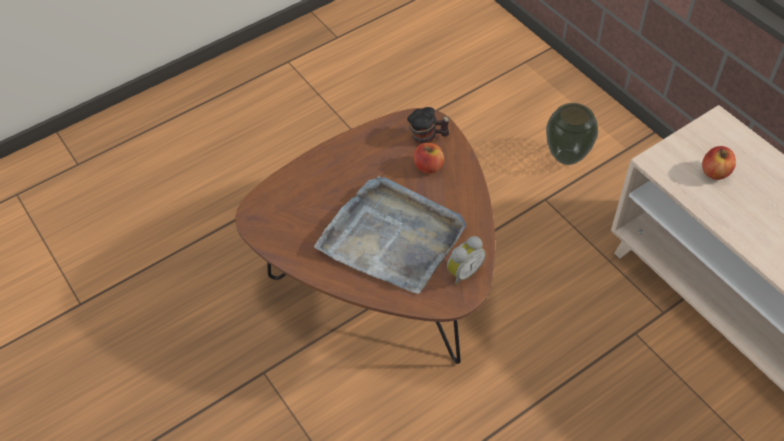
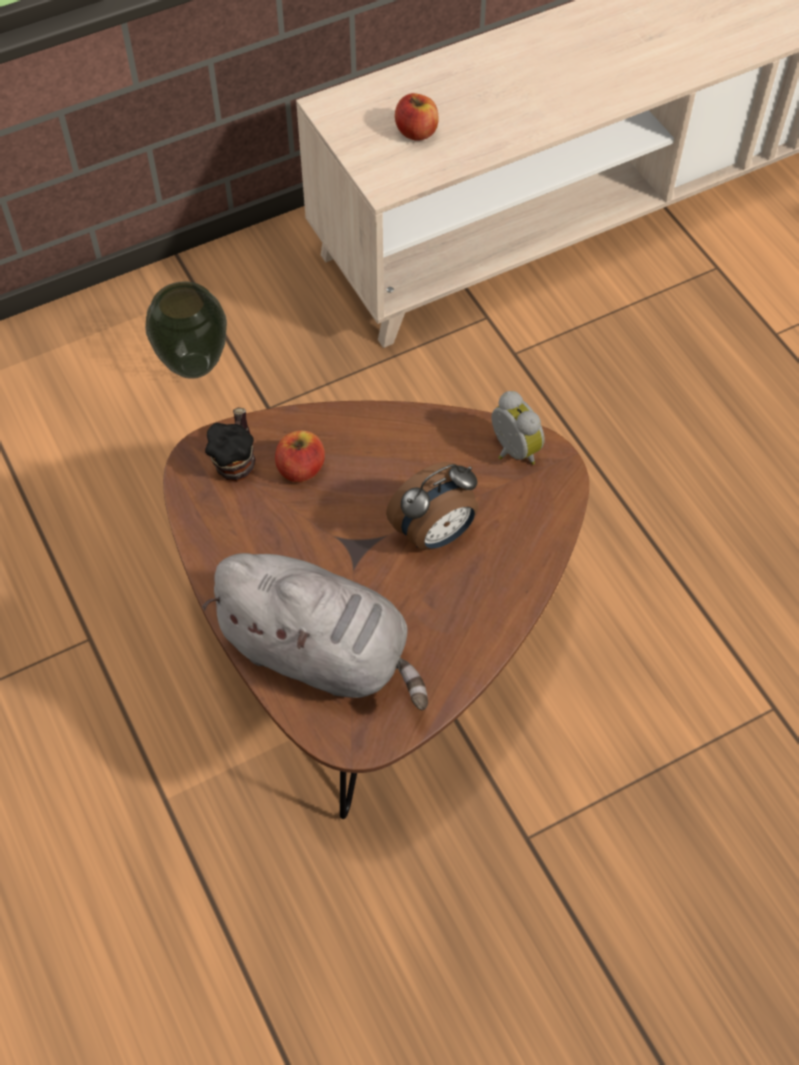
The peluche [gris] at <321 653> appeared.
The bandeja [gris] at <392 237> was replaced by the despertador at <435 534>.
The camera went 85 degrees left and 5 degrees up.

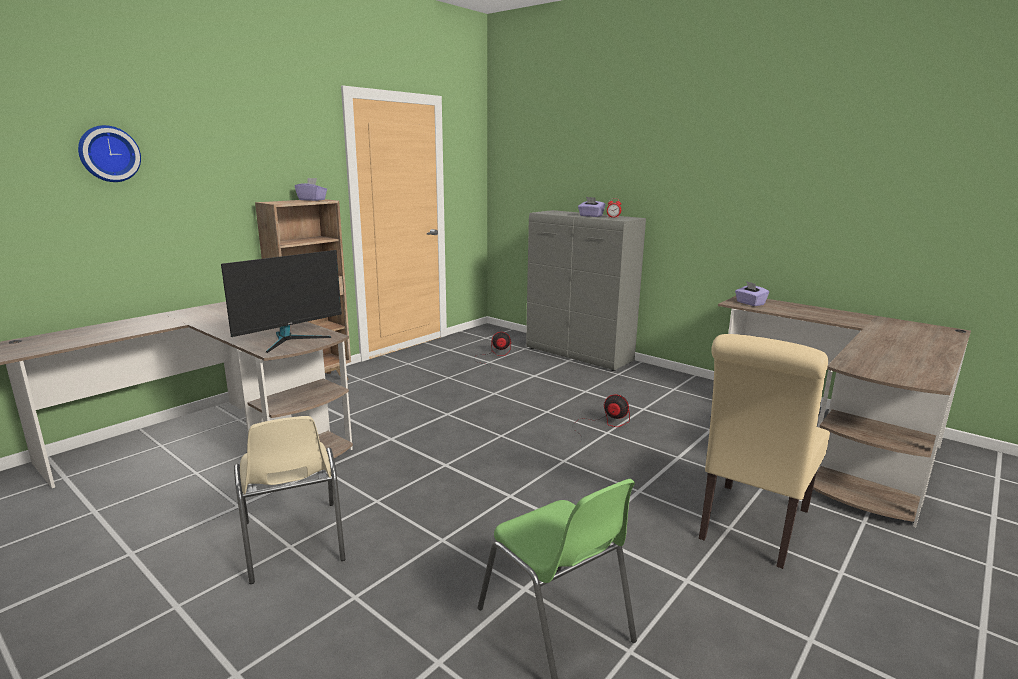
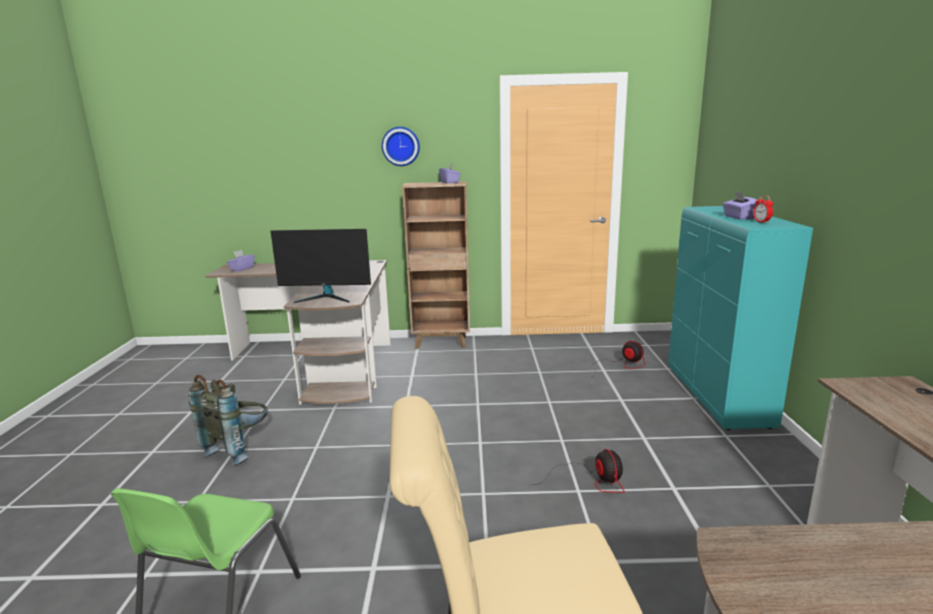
The silla [beis] at <293 542> was replaced by the mochila [gris] at <239 447>.
The caja de pañuelos [morado] moved from <750 303> to <242 269>.
The reloj de pared moved from <108 154> to <401 146>.
The armario [gris] at <579 355> became the armario [turquesa] at <718 397>.
The camera went 50 degrees right and 0 degrees up.

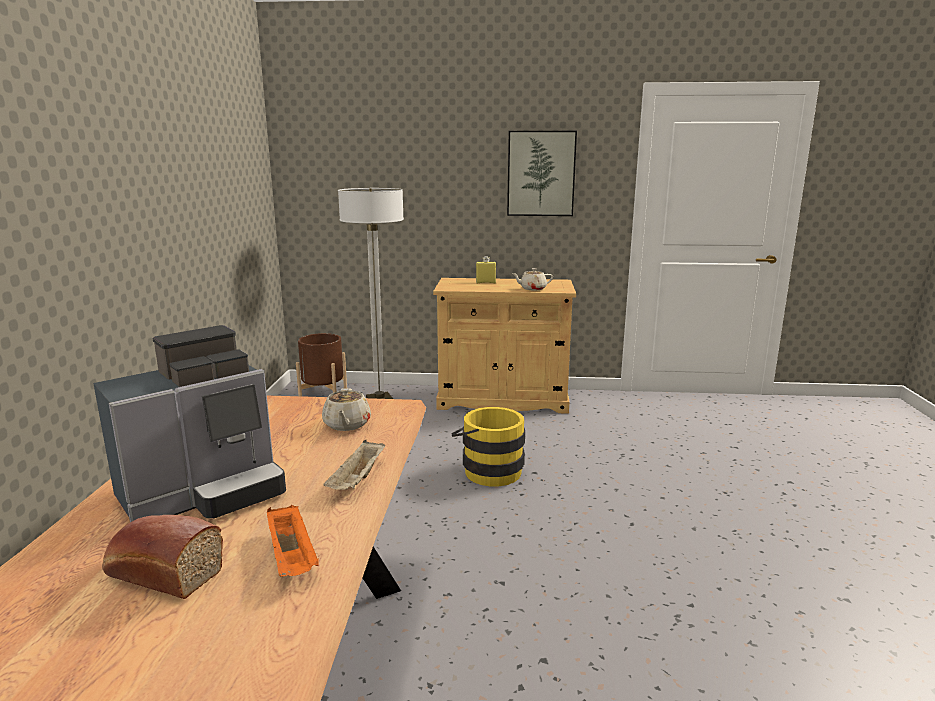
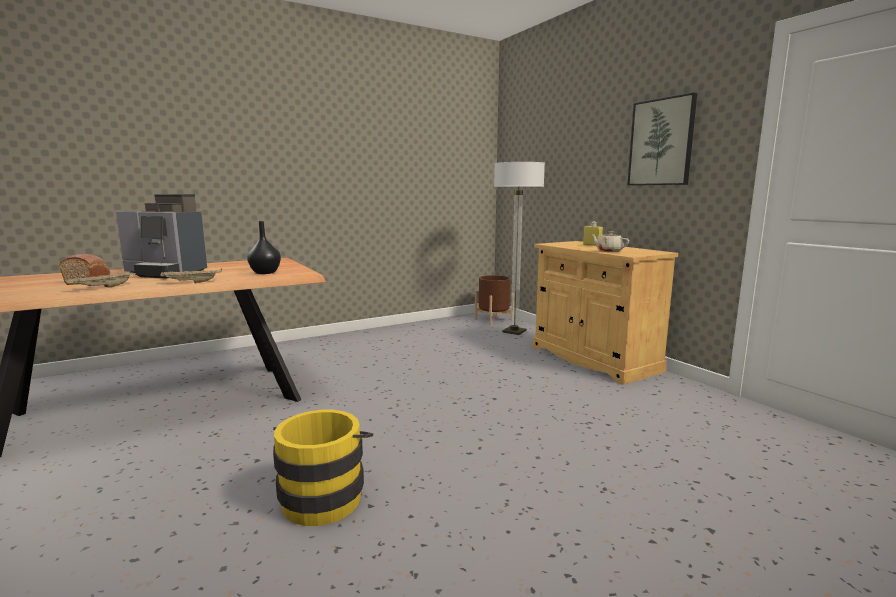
The bandeja [naranja] at <292 557> became the bandeja [beis] at <103 287>.
The tetera [beis] at <346 425> was replaced by the florero [negro] at <265 272>.
The cubo [amarillo] moved from <488 470> to <325 495>.
The camera went 55 degrees right and 5 degrees down.

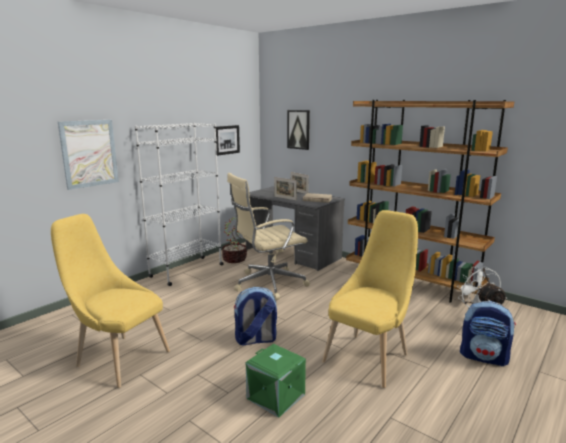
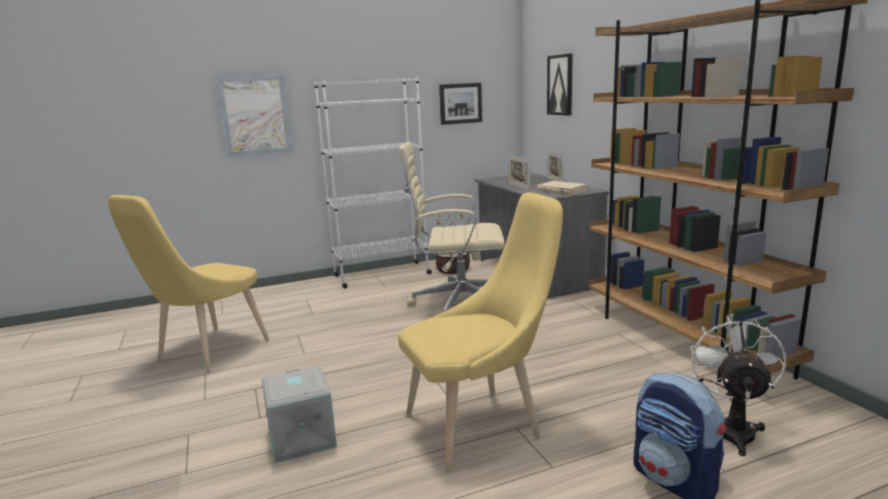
The silla [amarillo] at <118 358> turned 120 degrees counterclockwise.
The caja de almacenaje [verde] at <275 397> became the caja de almacenaje [gris] at <300 438>.
The mochila at <255 340> disappeared.
The camera went 30 degrees right and 0 degrees up.

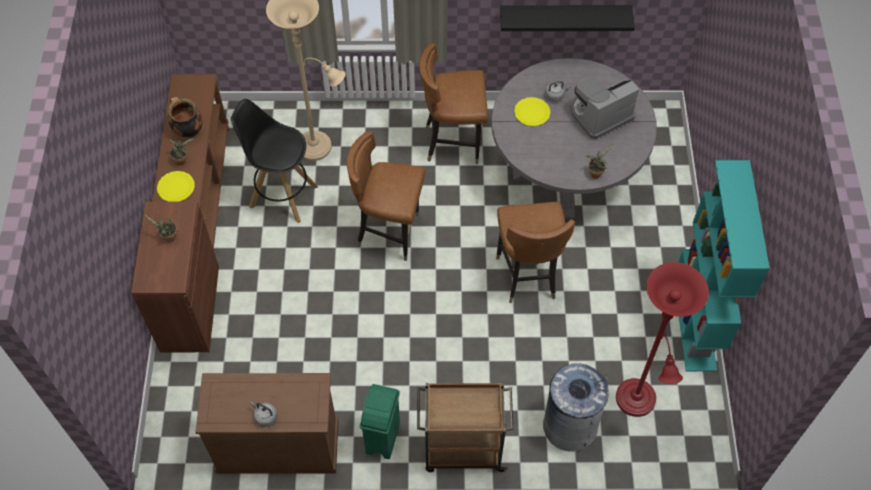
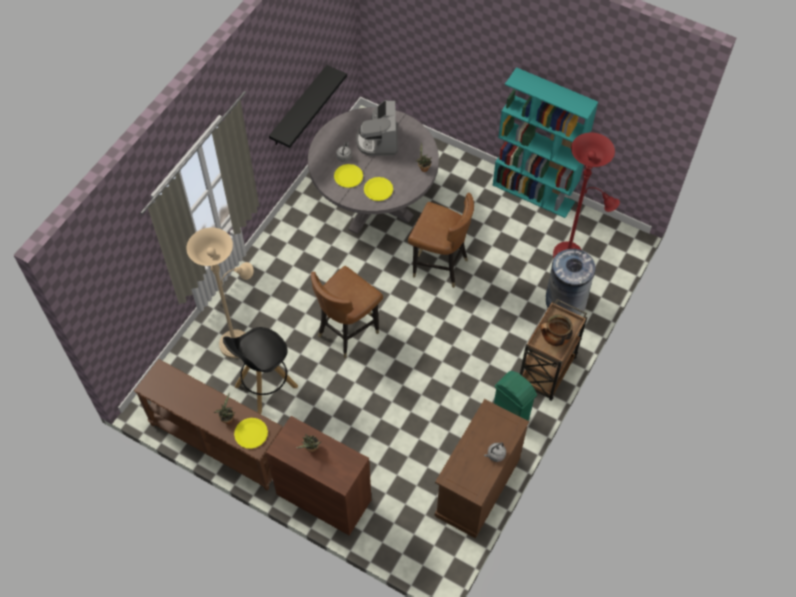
The plato [amarillo] at <378 189> appeared.
The olla moved from <188 130> to <554 340>.
The silla [marrón] at <453 142> disappeared.
The camera went 60 degrees left and 0 degrees up.

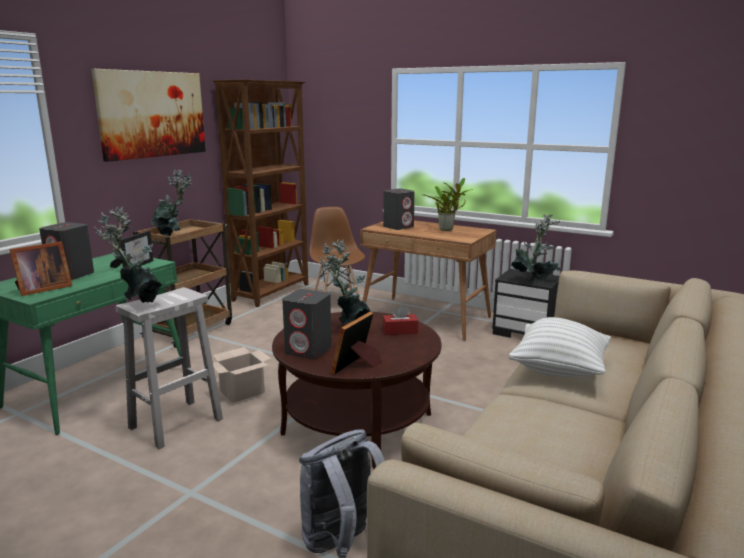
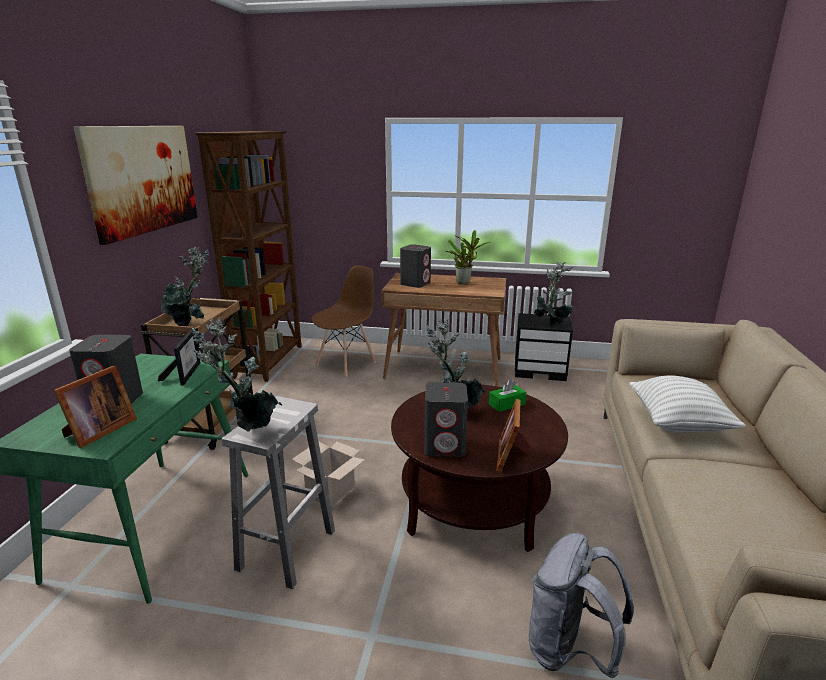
The silla [marrón] at <337 302> turned 75 degrees clockwise.
The caja de pañuelos [rojo] at <400 331> became the caja de pañuelos [verde] at <507 404>.
The camera went 20 degrees left and 5 degrees up.

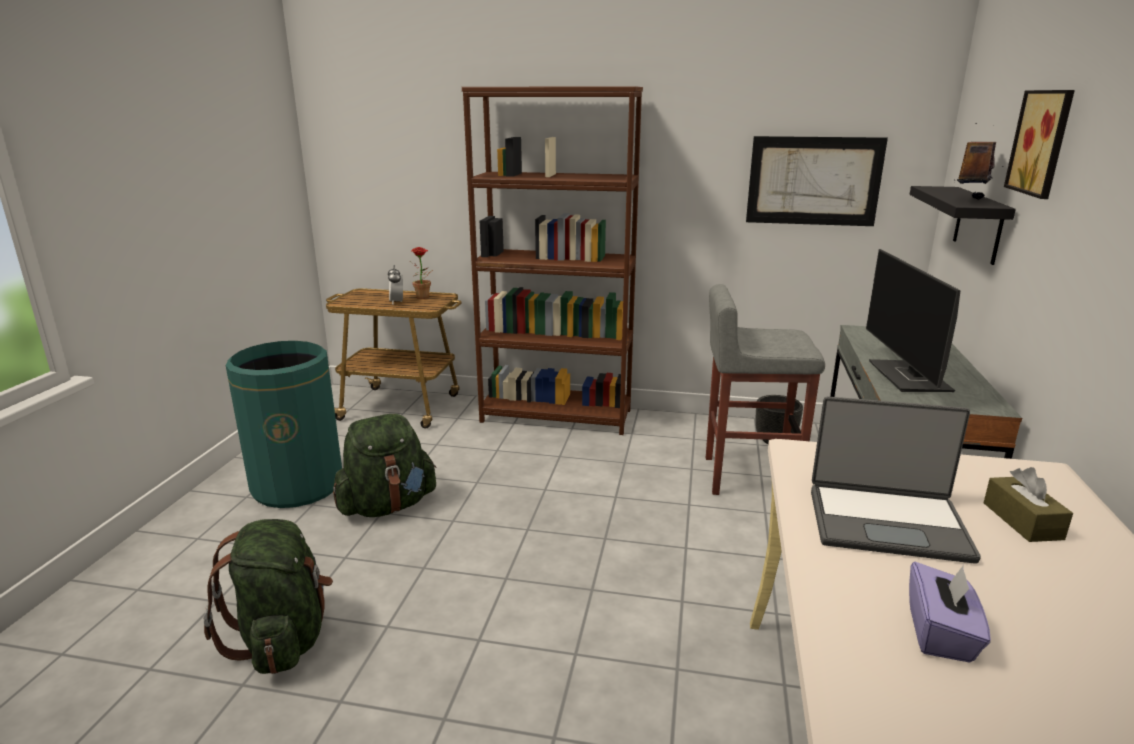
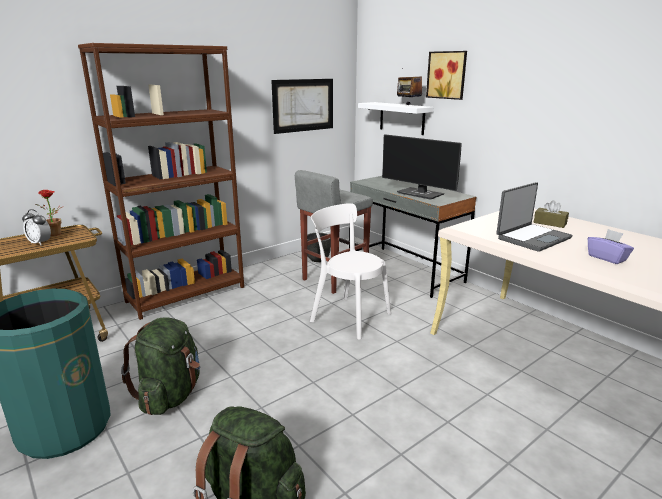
The silla [blanco] at <347 316> appeared.
The estante [negro] at <978 224> became the estante [blanco] at <402 118>.
The camera went 50 degrees left and 0 degrees up.

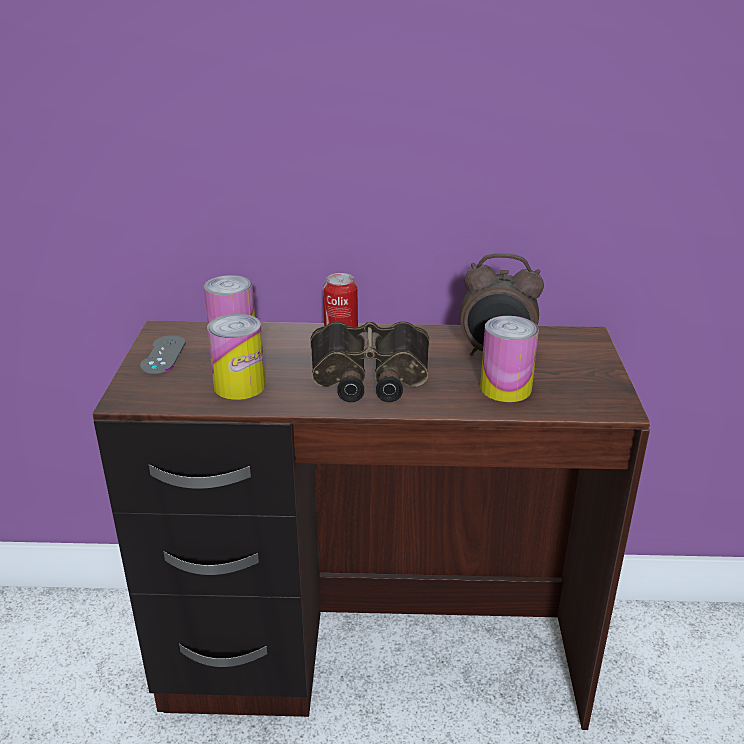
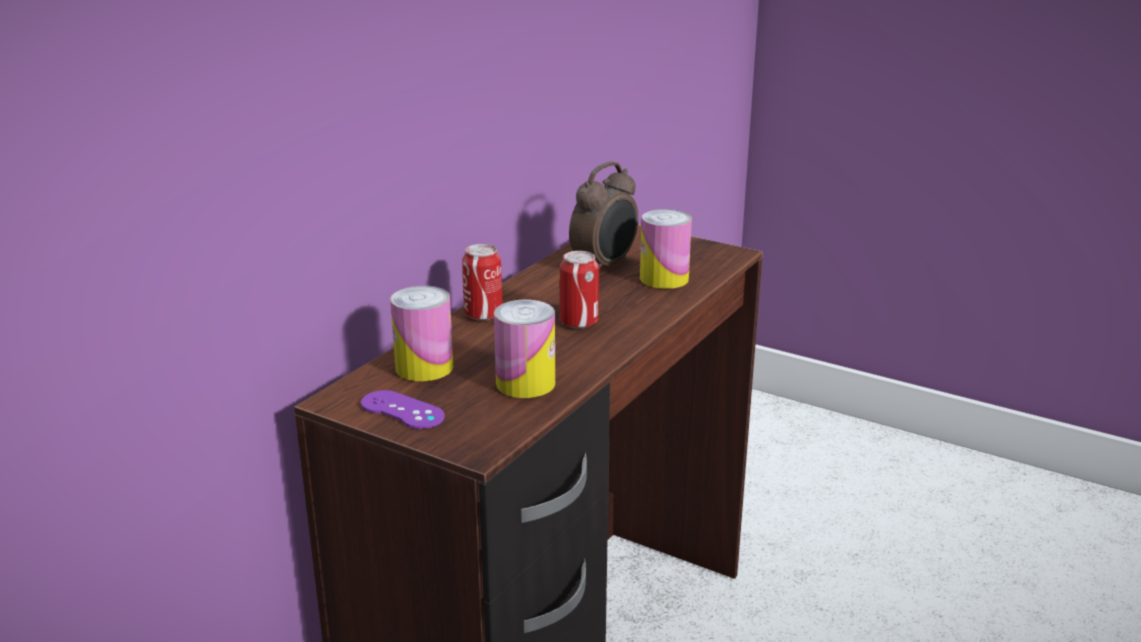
The mando de consola [gris] at <163 355> became the mando de consola [morado] at <402 410>.
The prismáticos at <369 375> was replaced by the lata at <579 322>.
The camera went 60 degrees left and 5 degrees down.

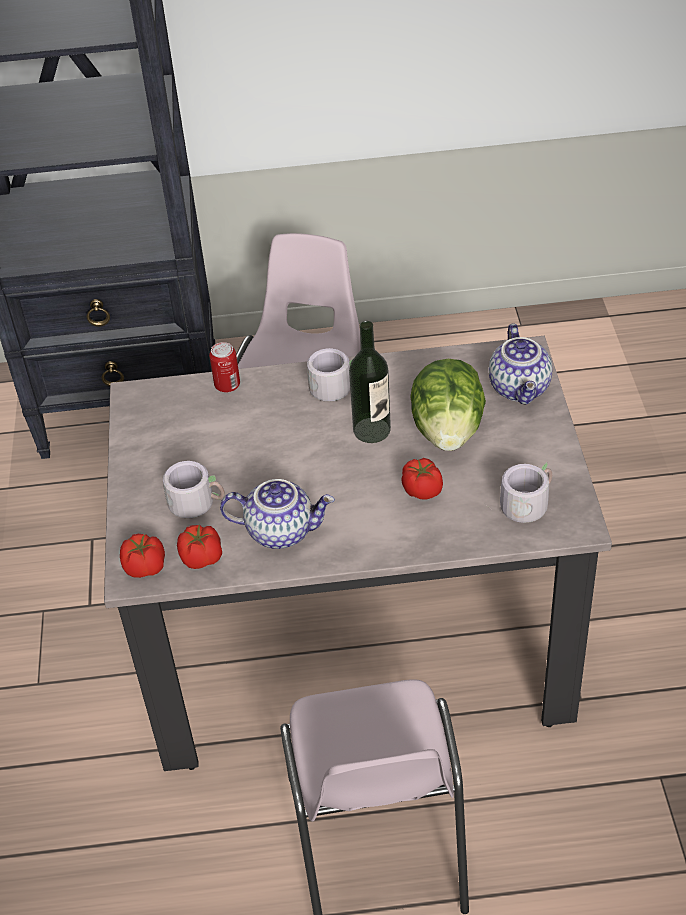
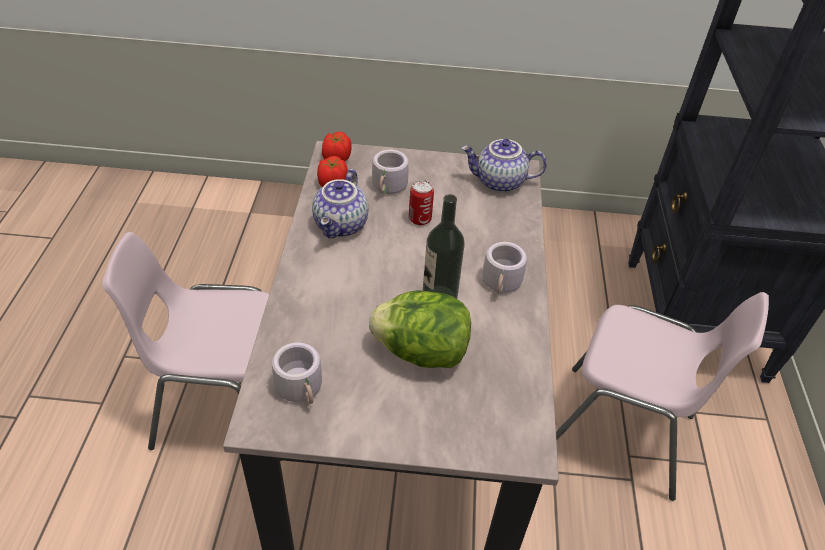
The lata moved from <227 385> to <420 219>.
The tetera moved from <521 388> to <499 183>.
The tomate at <422 490> disappeared.
The camera went 95 degrees right and 0 degrees up.

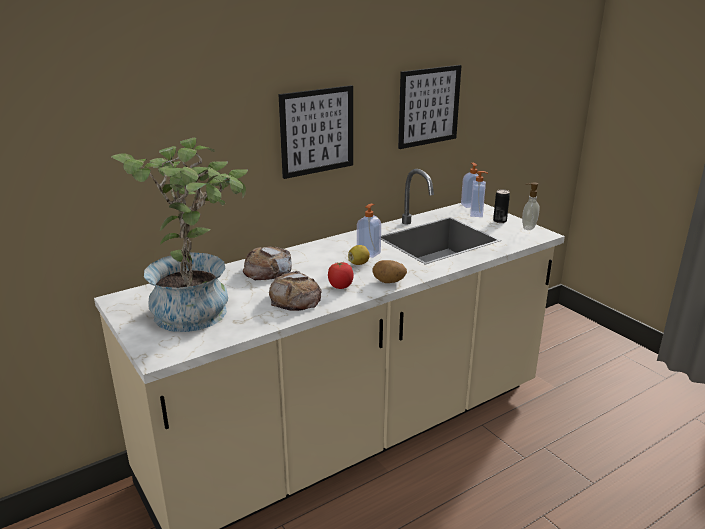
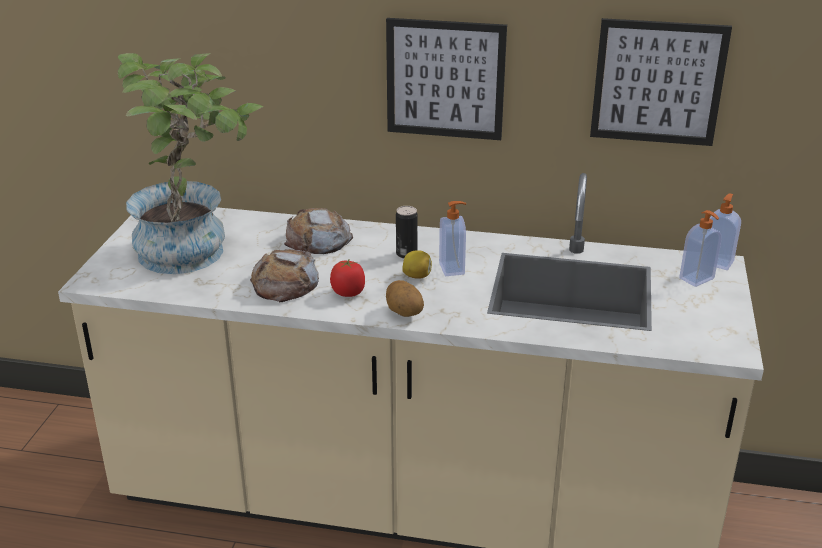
The lata moved from <499 221> to <406 254>.
The dispensador de jabón at <528 227> disappeared.
The camera went 45 degrees right and 5 degrees up.

